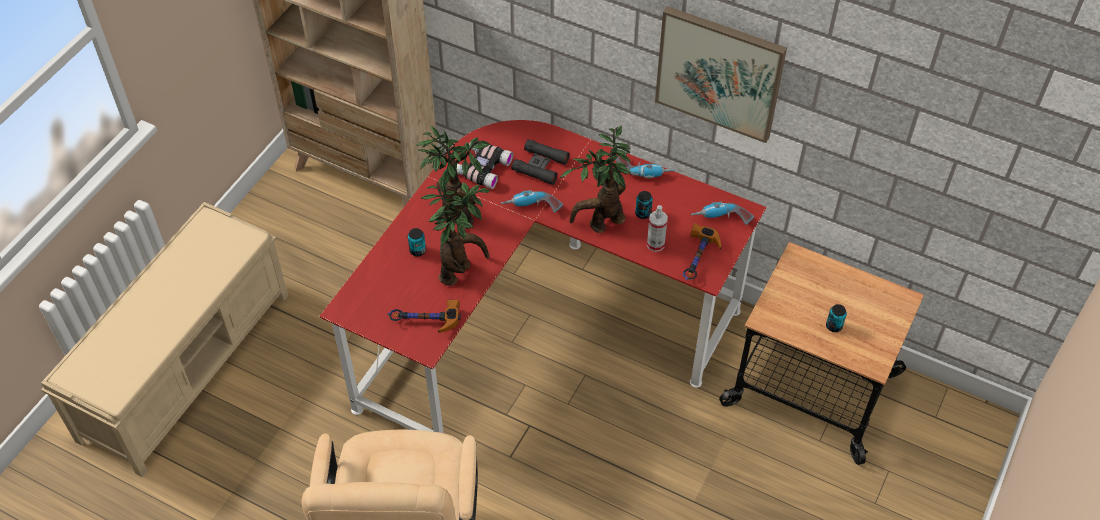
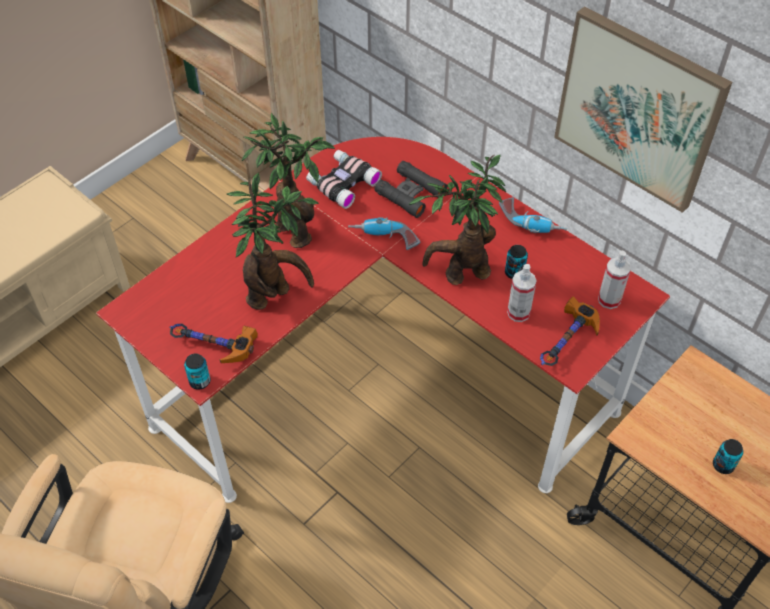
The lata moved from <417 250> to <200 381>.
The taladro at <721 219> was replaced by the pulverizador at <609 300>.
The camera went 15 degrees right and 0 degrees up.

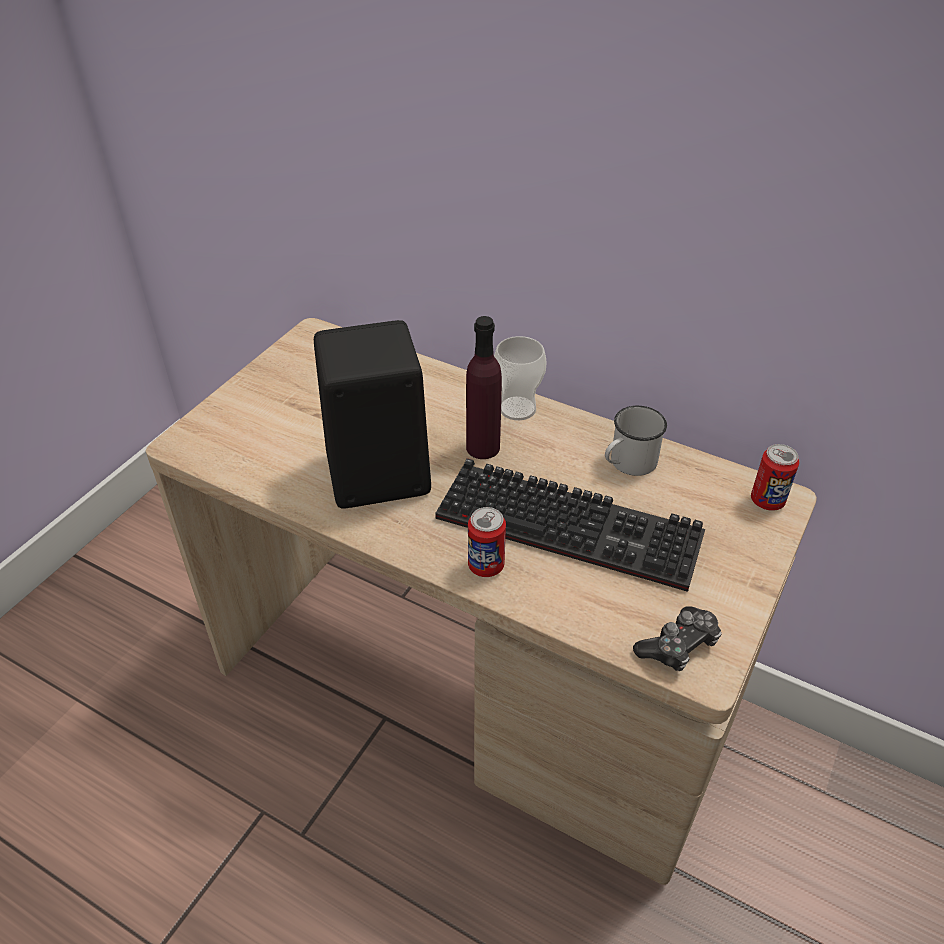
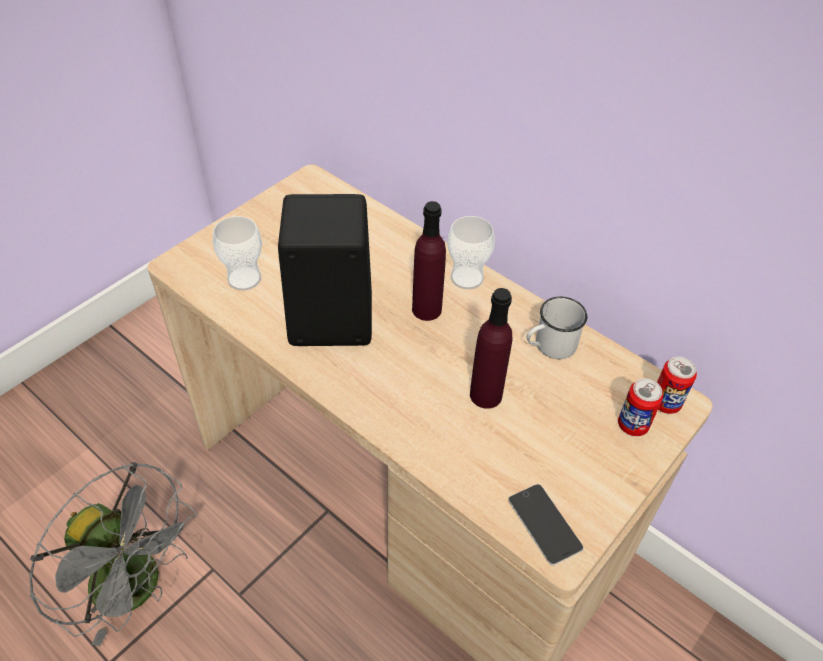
The ventilador [gris] at <138 588> appeared.
The taza at <244 279> appeared.
The teclado at <574 525> was replaced by the botella [morado] at <485 395>.
The mando de consola at <678 646> was replaced by the móvil at <544 524>.
The lata moved from <486 566> to <632 425>.
The camera went 10 degrees right and 5 degrees up.

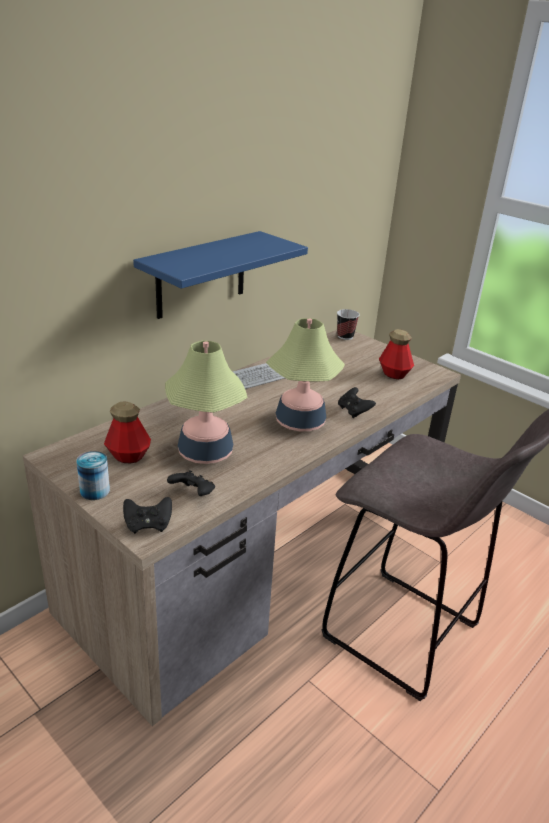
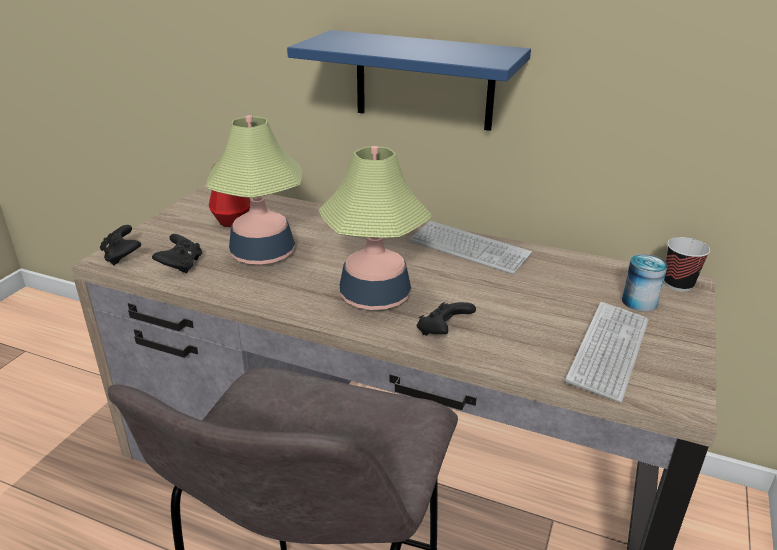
The botella at <394 374> was replaced by the teclado at <609 351>.
The lata moved from <95 491> to <639 302>.
The camera went 70 degrees right and 0 degrees up.

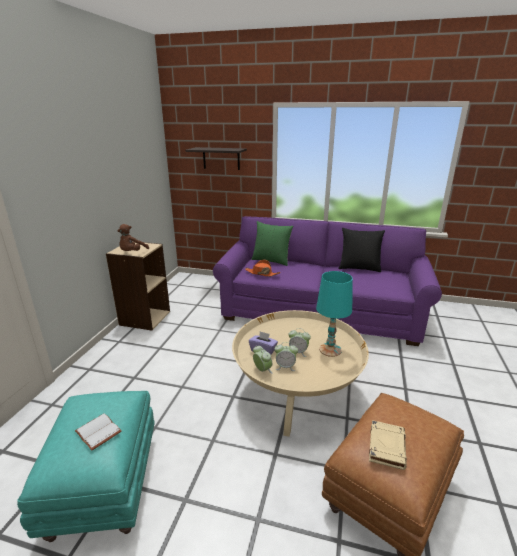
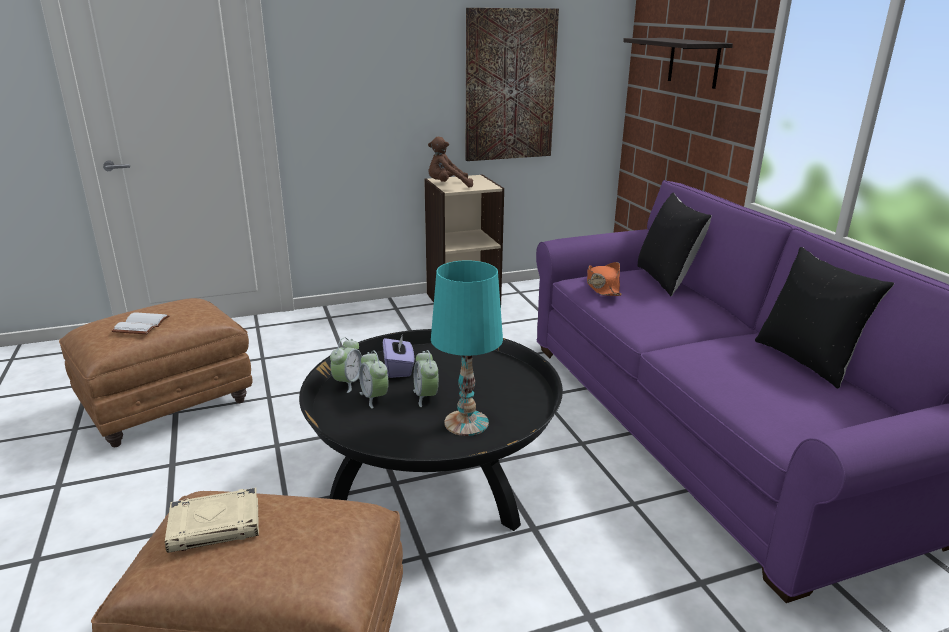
The puf [turquesa] at <104 484> became the puf [marrón] at <169 405>.
The mesa de centro [beis] at <296 393> became the mesa de centro [negro] at <434 481>.
The cuadro at <510 86> appeared.
The cojín [verde] at <271 260> became the cojín [negro] at <666 280>.
The camera went 55 degrees right and 0 degrees up.

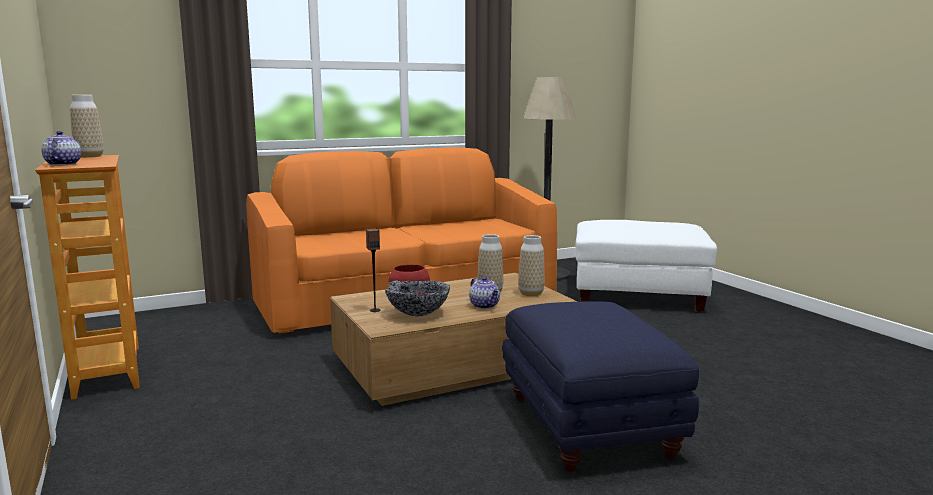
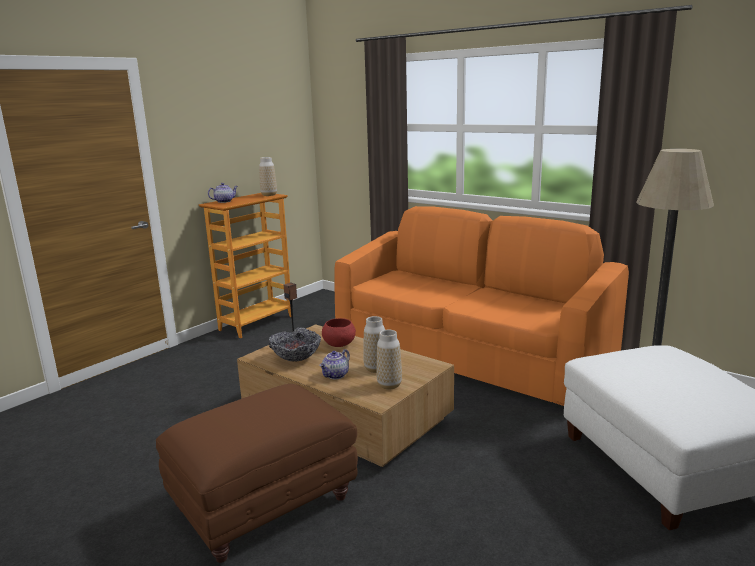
The puf [azul] at <587 425> became the puf [marrón] at <265 503>.
The camera went 65 degrees right and 5 degrees up.

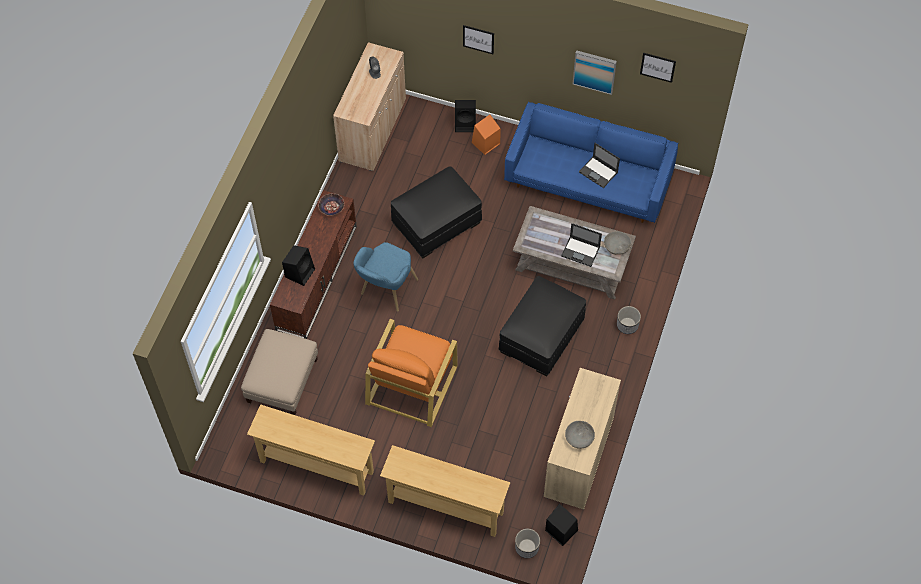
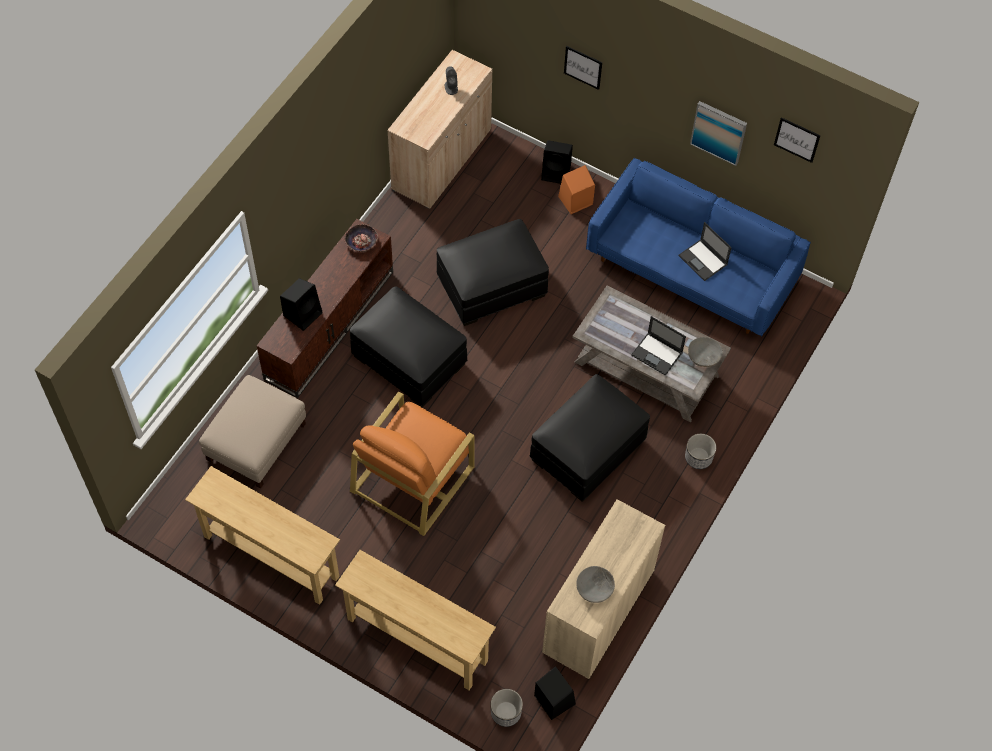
The sillón [azul] at <385 293> was replaced by the puf [negro] at <408 359>.
The camera went 10 degrees right and 0 degrees up.

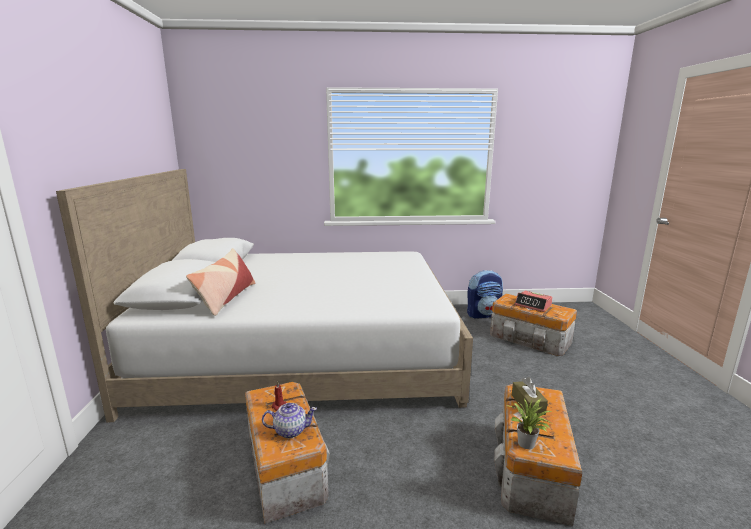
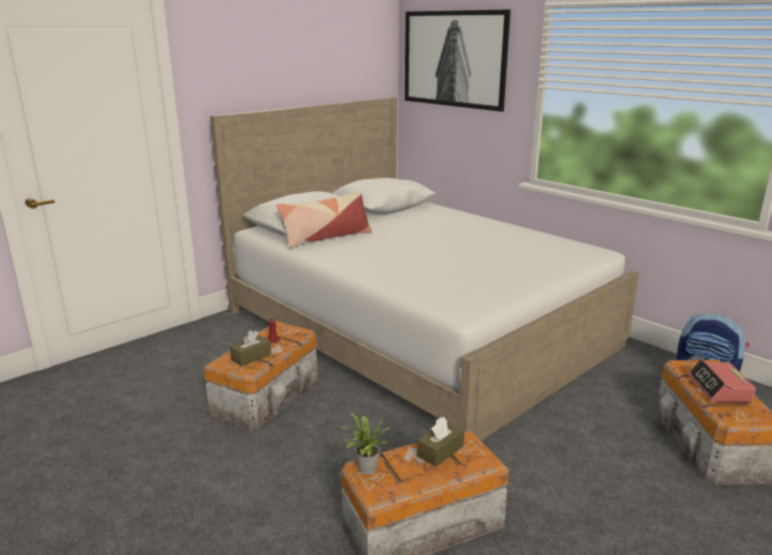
The tetera at <290 430> was replaced by the caja de pañuelos [marrón] at <251 357>.
The cuadro at <453 59> appeared.
The camera went 50 degrees right and 5 degrees up.

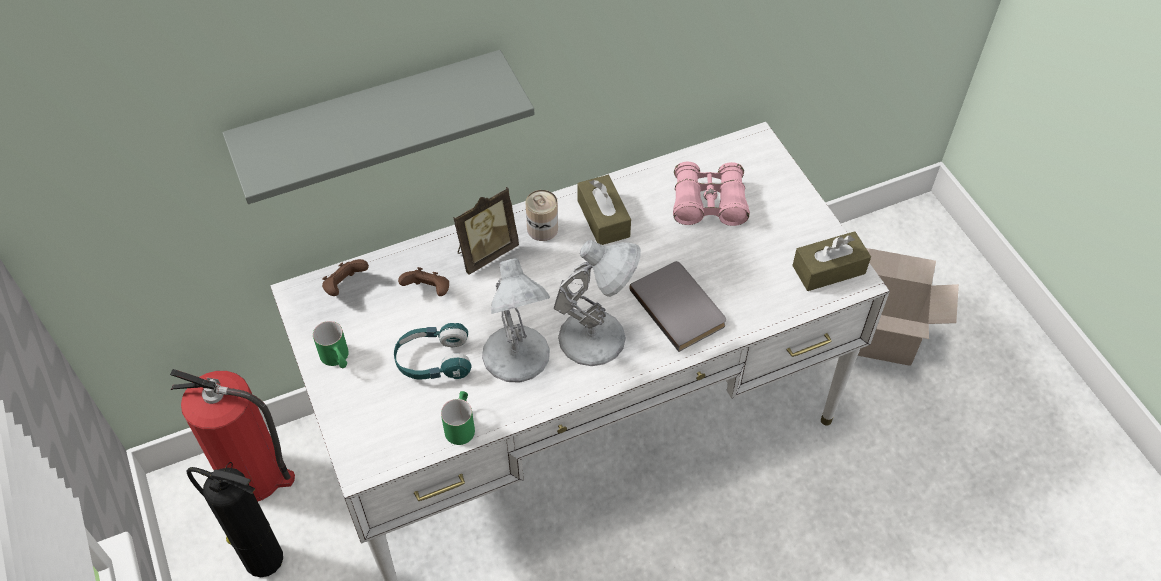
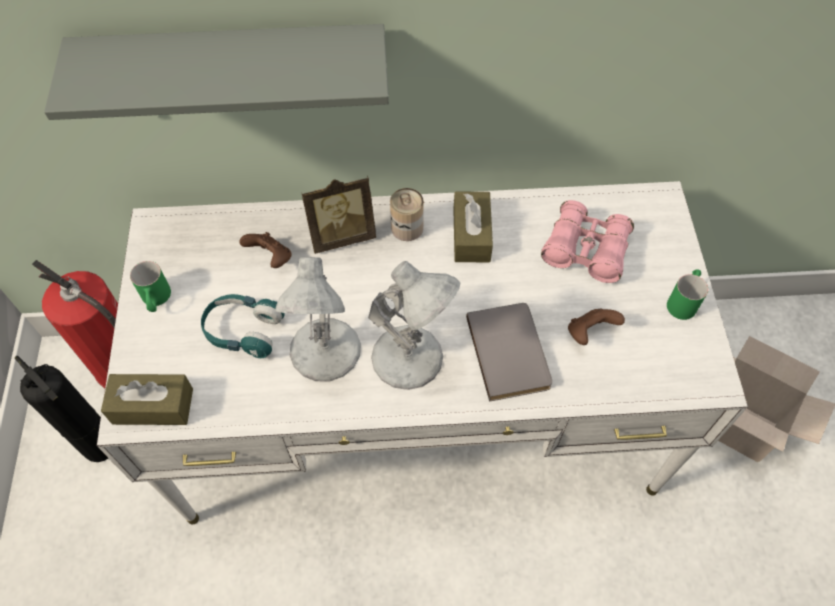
The caja de pañuelos [marrón] moved from <828 269> to <153 406>.
The mando de consola [marrón] moved from <345 286> to <589 333>.
The taza grande [verde] moved from <461 424> to <683 301>.
The camera went 20 degrees right and 5 degrees up.

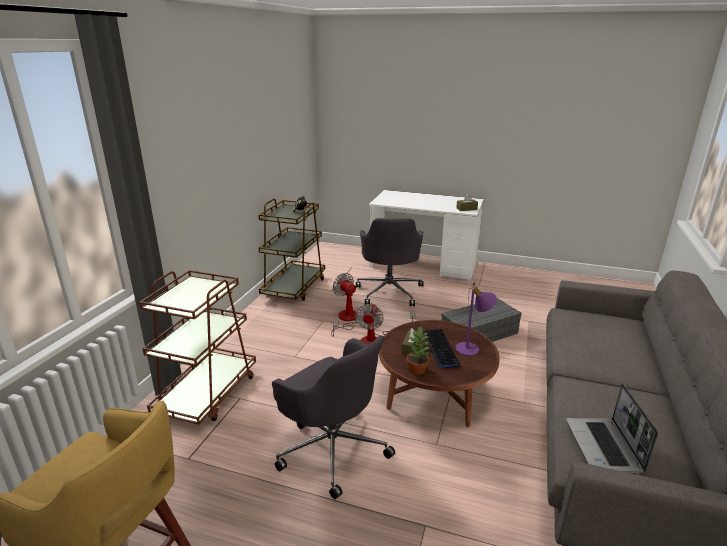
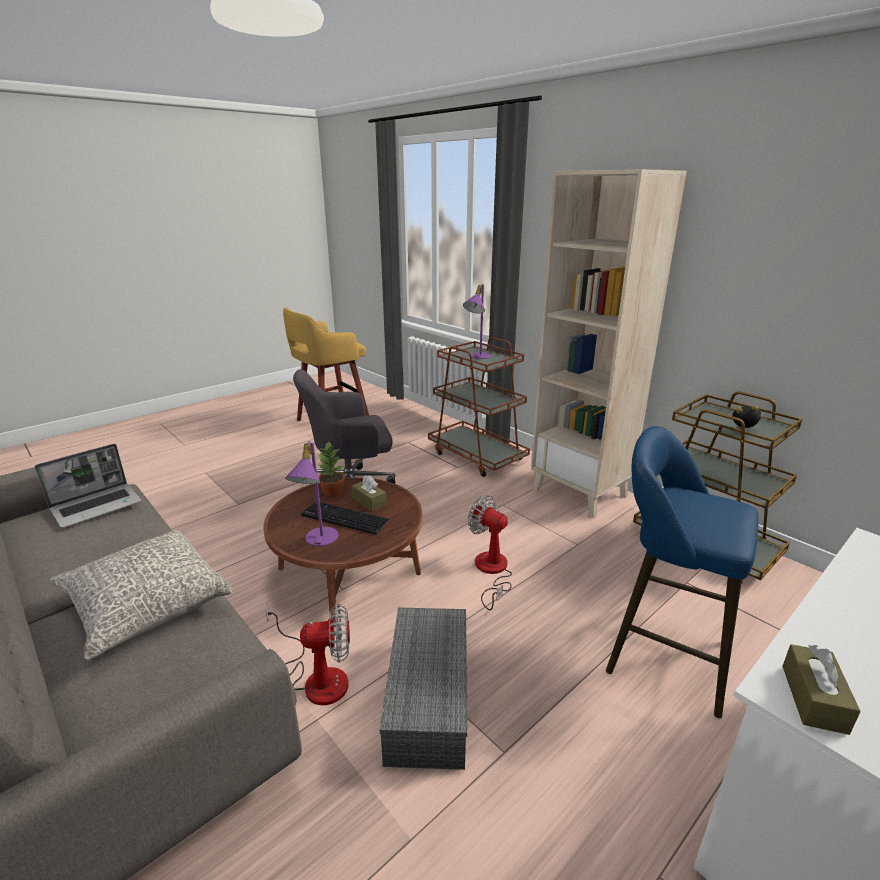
The portátil at <604 447> turned 105 degrees clockwise.
The cojín [gris] at <145 603> appeared.
The ventilador moved from <346 320> to <317 677>.
The lámpara de mesa [morado] at <477 356> appeared.
The estantería [beis] at <580 492> appeared.
The silla de oficina [gris] at <389 291> was replaced by the taburete [azul] at <661 653>.
The camera went 120 degrees right and 0 degrees up.

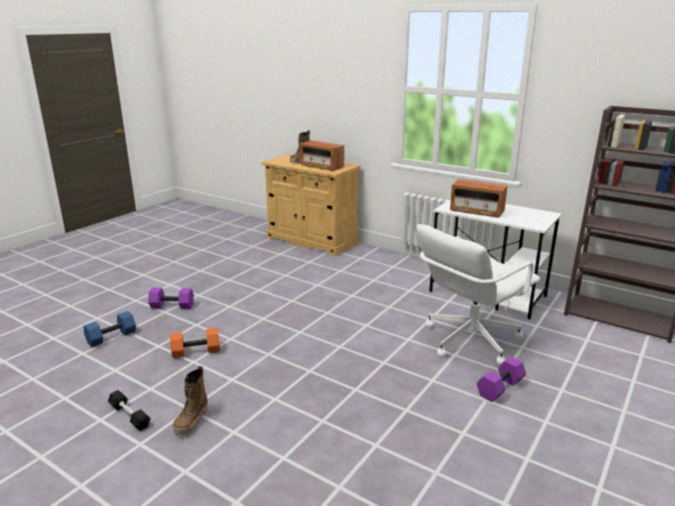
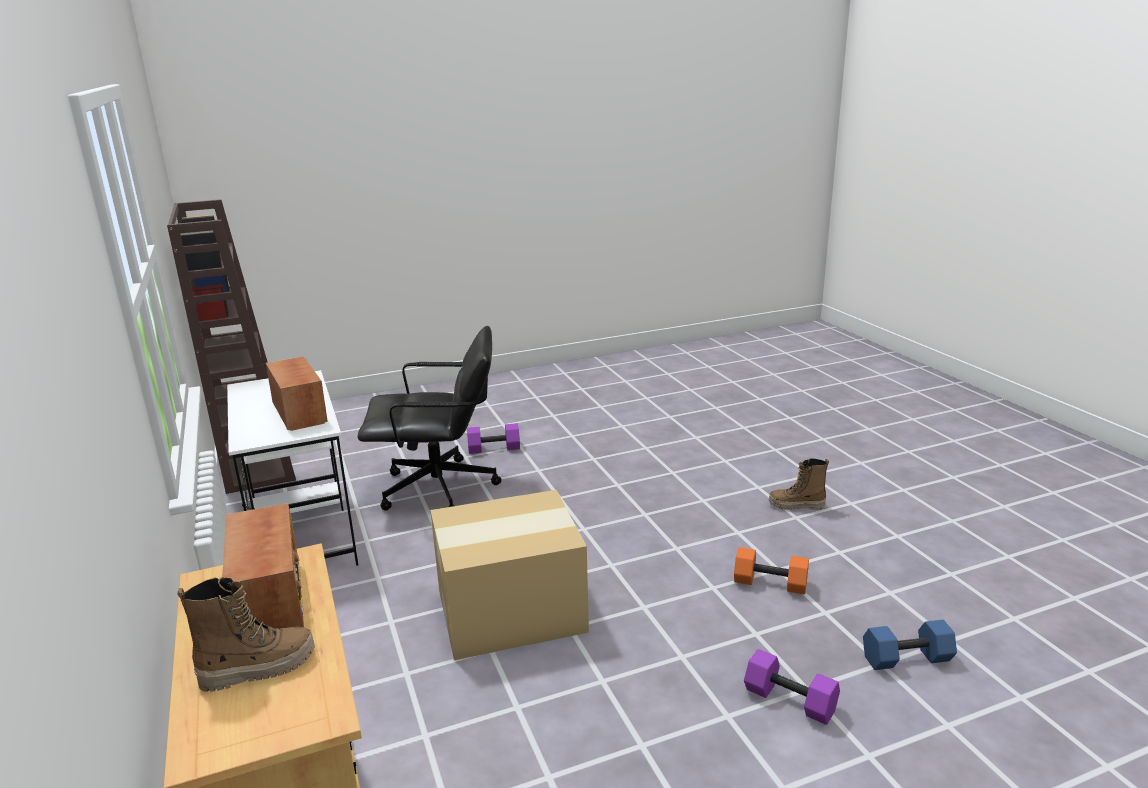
The silla de oficina [blanco] at <469 340> became the silla de oficina [negro] at <440 489>.
The caja de cartón at <508 610> appeared.
The bota at <192 421> turned 135 degrees counterclockwise.
The mancuerna [negro] at <129 416> disappeared.
The camera went 145 degrees left and 0 degrees up.

